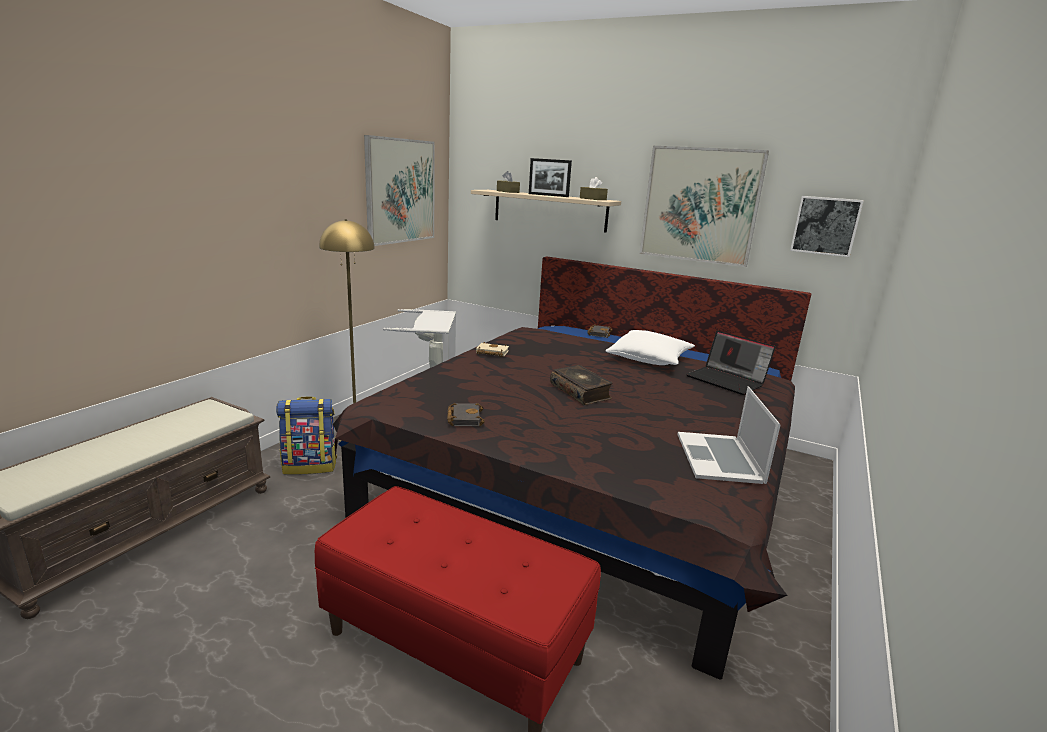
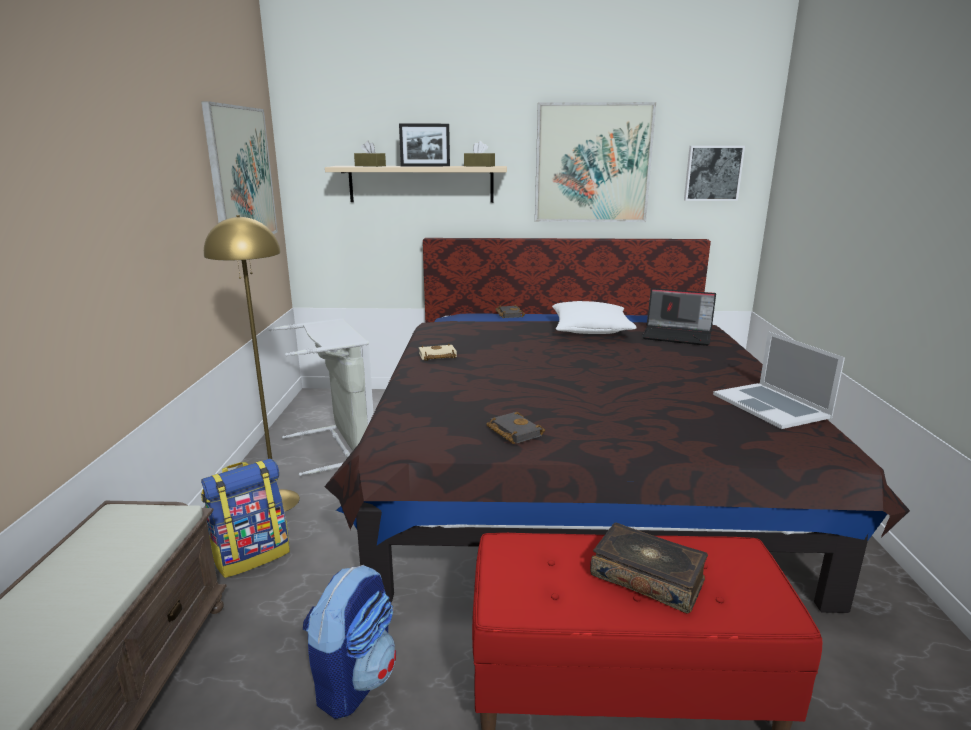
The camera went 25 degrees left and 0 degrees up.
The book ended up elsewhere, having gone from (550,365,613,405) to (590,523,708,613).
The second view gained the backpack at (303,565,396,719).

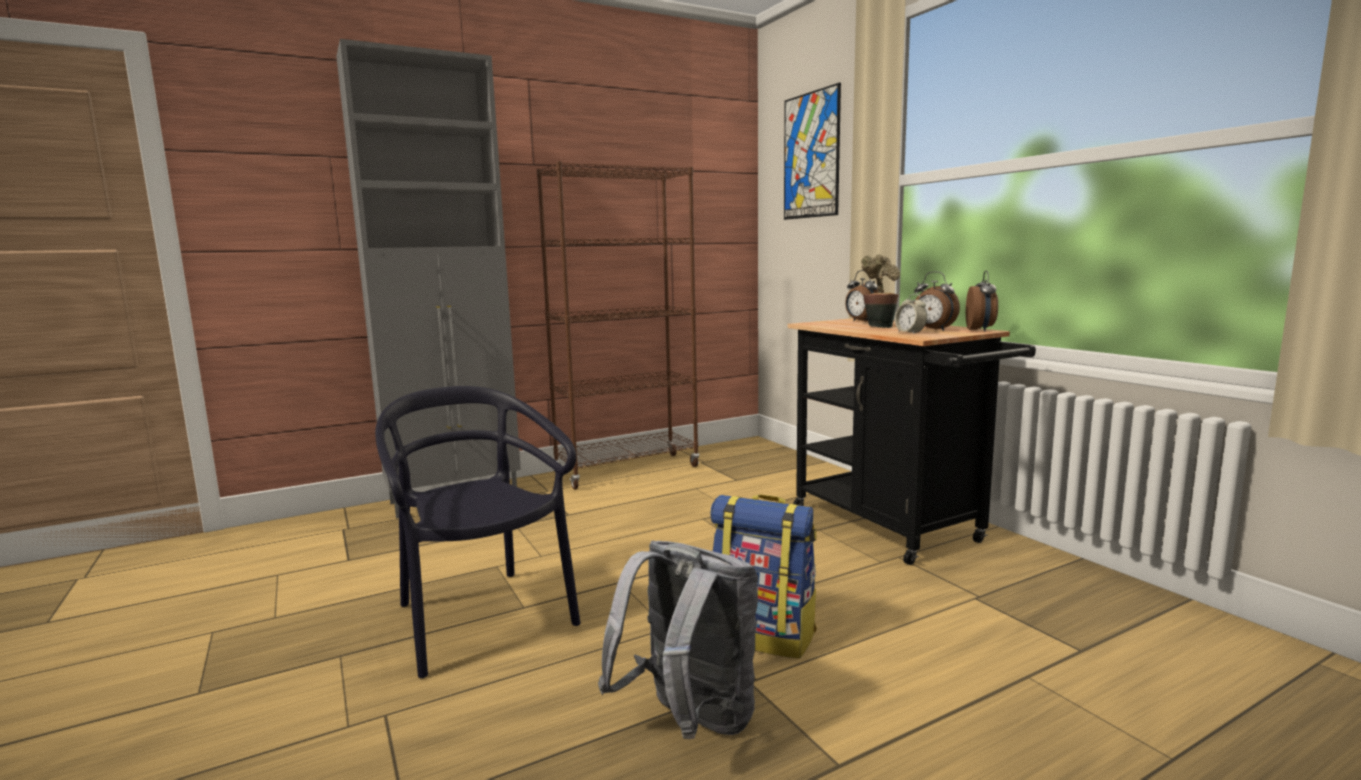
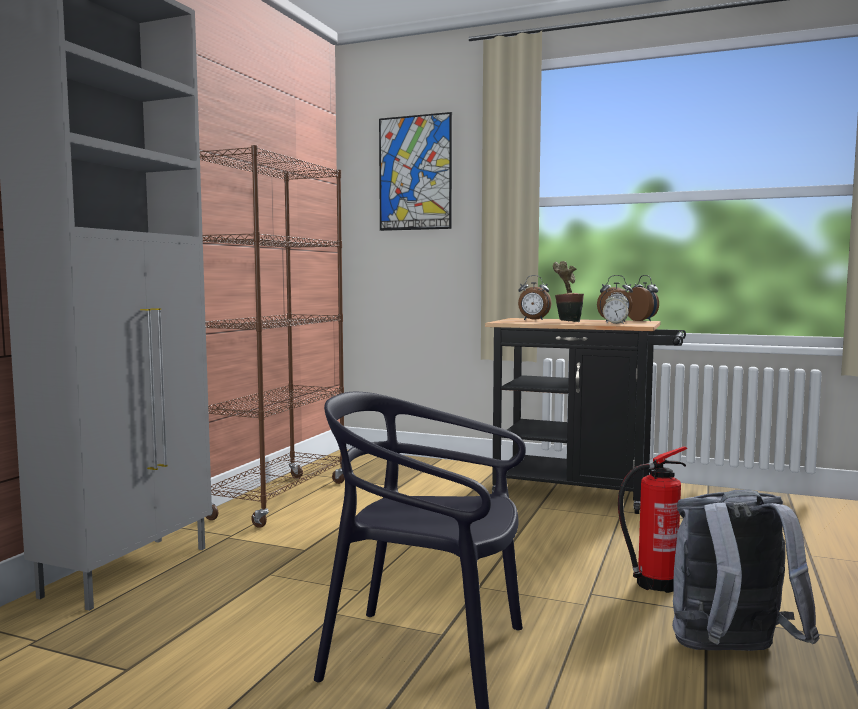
The camera went 40 degrees left and 5 degrees down.
Where the backpack stood at (710,494,817,659), the fire extinguisher came to stand at (618,446,687,593).

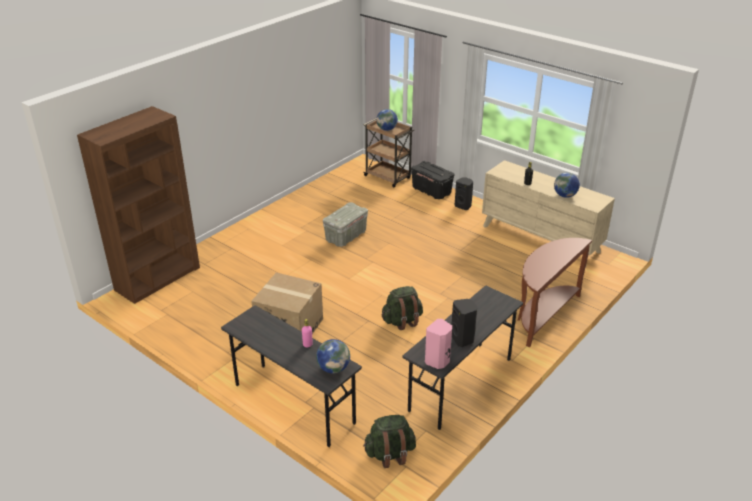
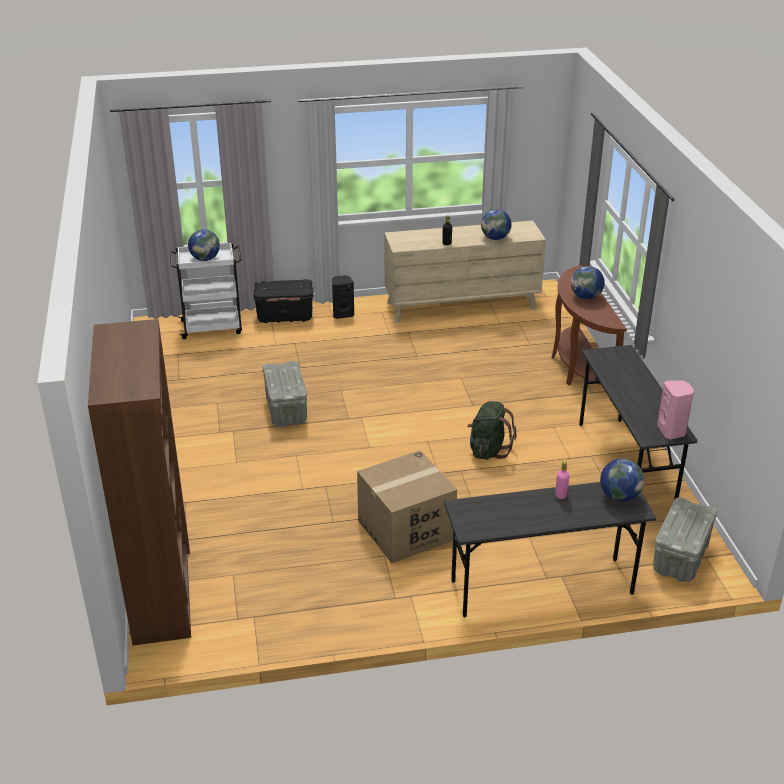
The camera went 50 degrees left and 0 degrees up.
What was the brown cart at (364,118,414,188) turned into the white cart at (170,243,242,339).
The second view lost the black speaker at (451,299,477,347).
Where the green backpack stood at (363,415,416,468), the grey storage box came to stand at (653,497,717,582).
The second view gained the globe at (571,266,605,299).

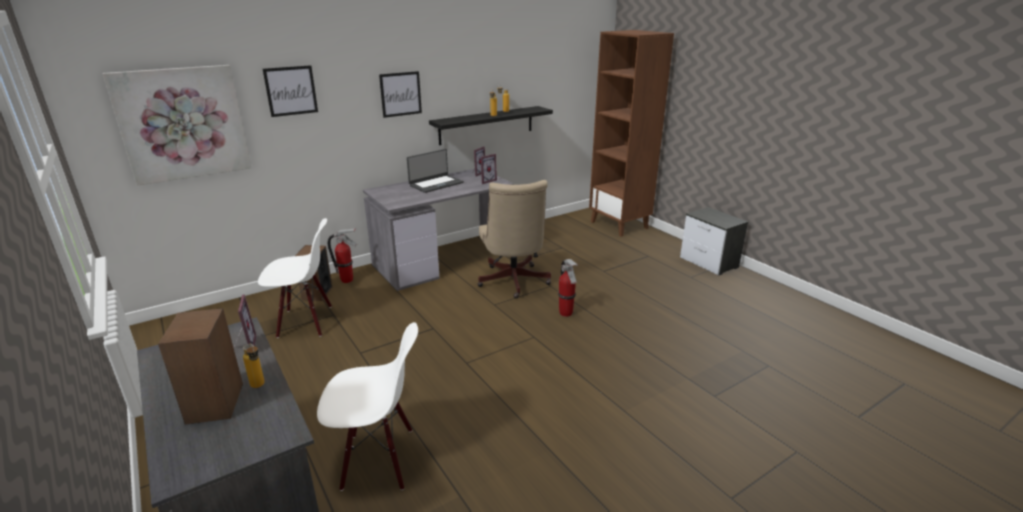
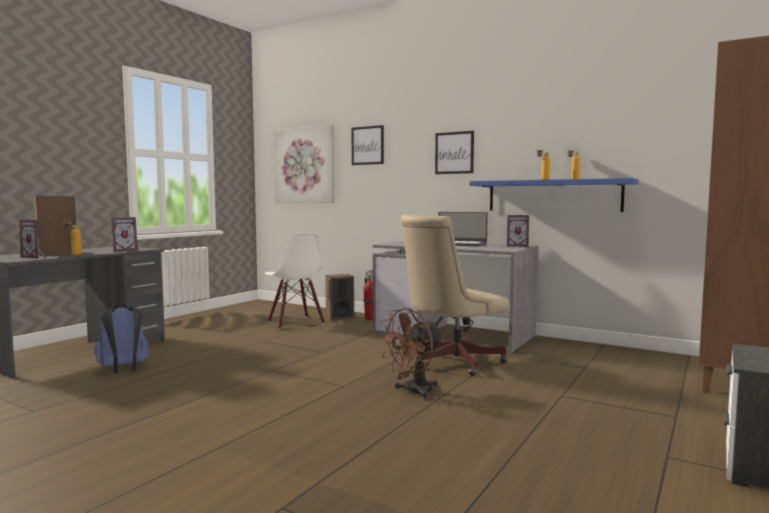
The camera went 65 degrees right and 20 degrees down.
What was the black shelf at (429,106,553,145) turned into the blue shelf at (469,178,638,212).
The picture frame ended up elsewhere, having gone from (481,154,497,184) to (19,219,44,259).
Where the fire extinguisher stood at (558,259,578,317), the brown fan came to stand at (377,308,444,399).
Where the white chair stood at (317,322,418,491), the blue backpack came to stand at (95,303,149,374).

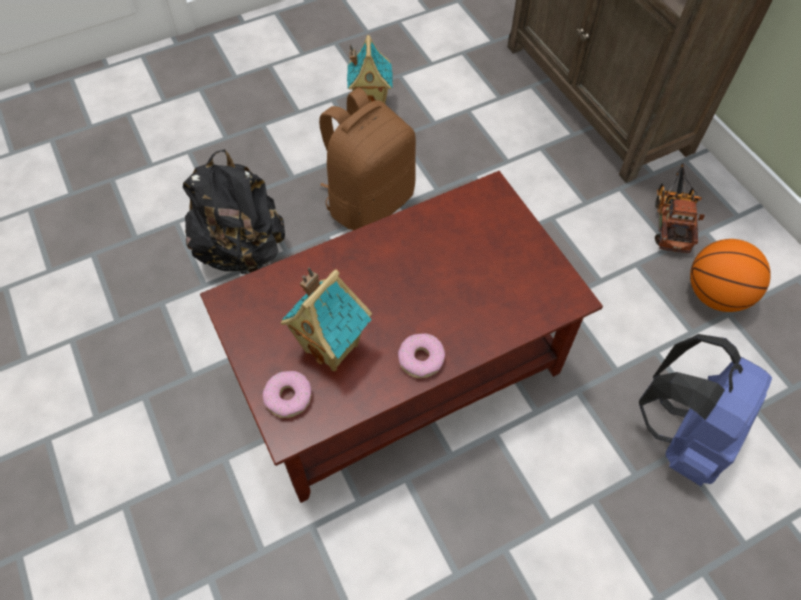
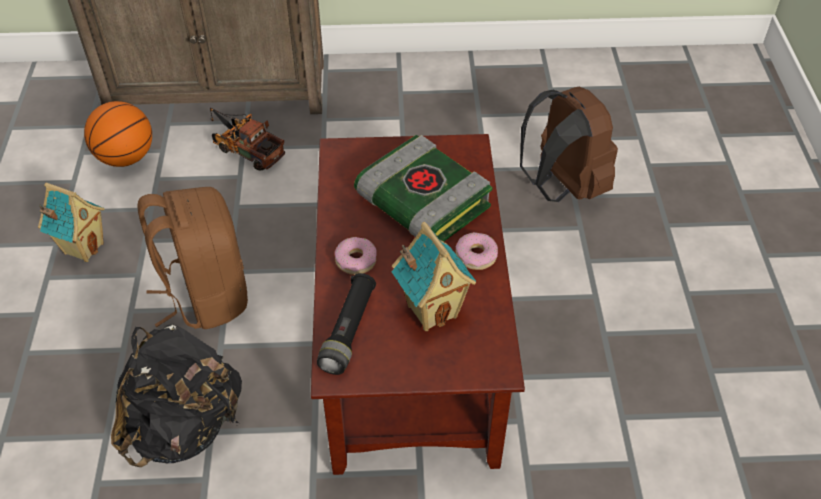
The camera went 65 degrees left and 10 degrees down.
The toy truck ended up elsewhere, having gone from (655,164,705,253) to (210,108,285,171).
The basketball ended up elsewhere, having gone from (690,239,771,312) to (84,101,152,167).
What was the blue backpack at (639,334,772,486) turned into the brown backpack at (520,87,618,202).
The donut ended up elsewhere, having gone from (263,371,312,418) to (335,237,377,275).
The second view gained the book at (354,135,493,242).
The second view gained the black flashlight at (317,273,376,375).

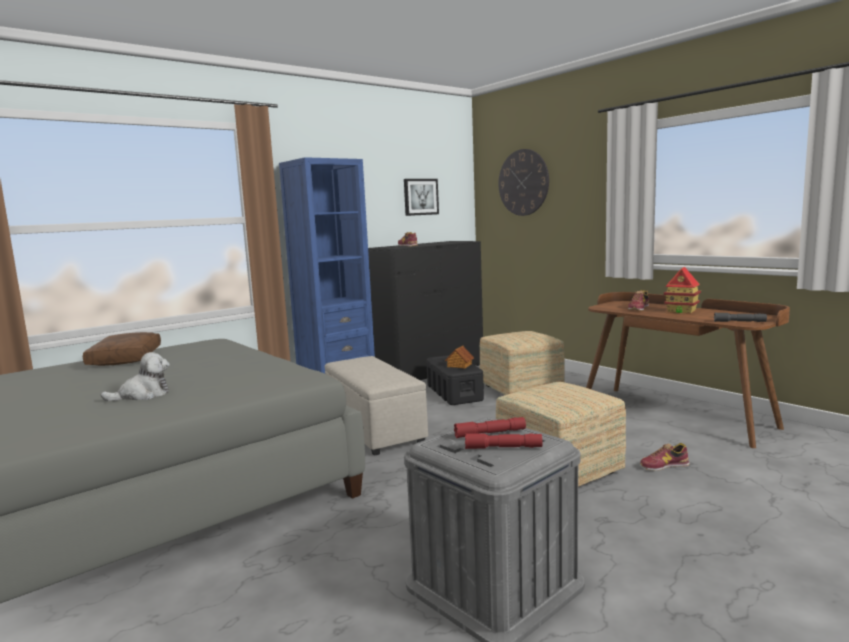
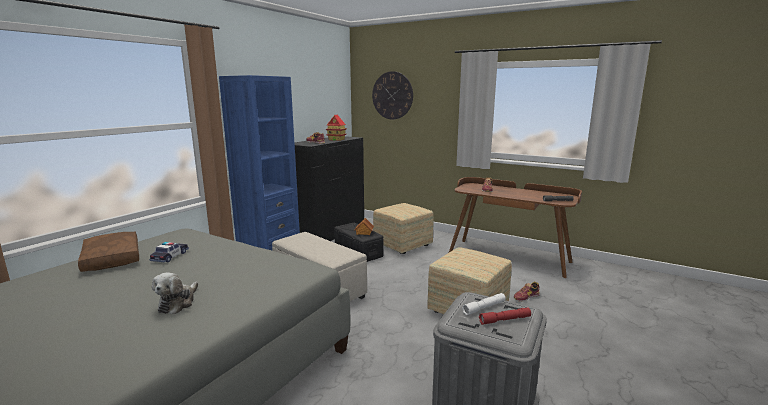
The camera went 20 degrees left and 5 degrees up.
The second view lost the picture at (404,179,439,216).
The toy house ended up elsewhere, having gone from (663,267,701,314) to (326,115,347,141).
The plush toy at (101,352,170,401) ended up facing another way, 150 degrees clockwise from before.
What was the red flashlight at (454,417,526,438) turned into the white flashlight at (462,293,506,315).
The second view gained the toy car at (149,242,189,262).

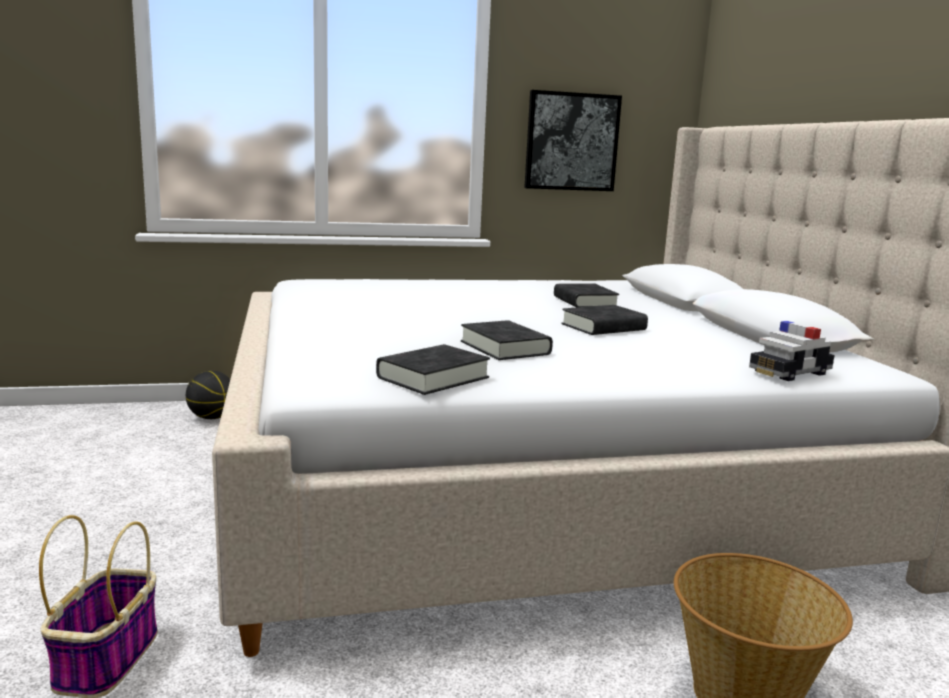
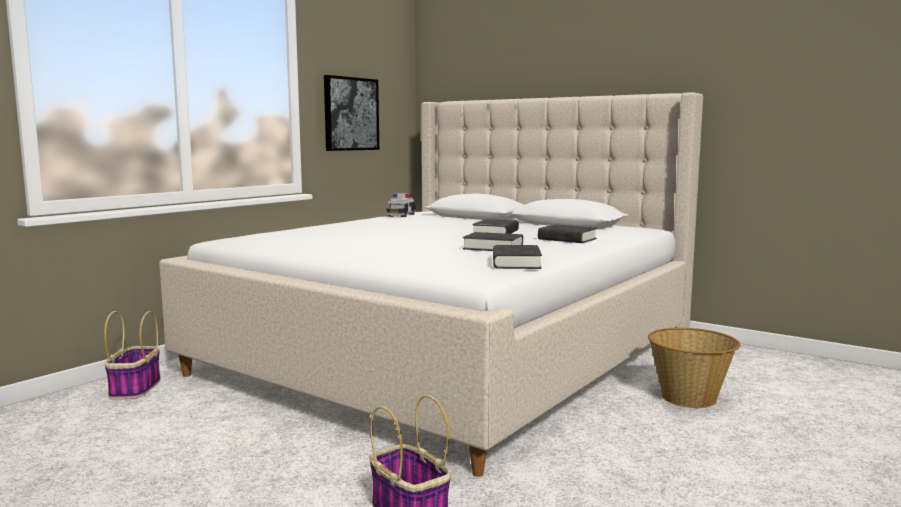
The camera went 40 degrees left and 5 degrees down.
The black book ended up elsewhere, having gone from (554,284,619,307) to (538,224,597,243).
The toy car ended up elsewhere, having gone from (749,321,835,381) to (387,193,416,217).
Where the basketball stood at (186,371,231,419), the basket came to stand at (104,311,161,399).

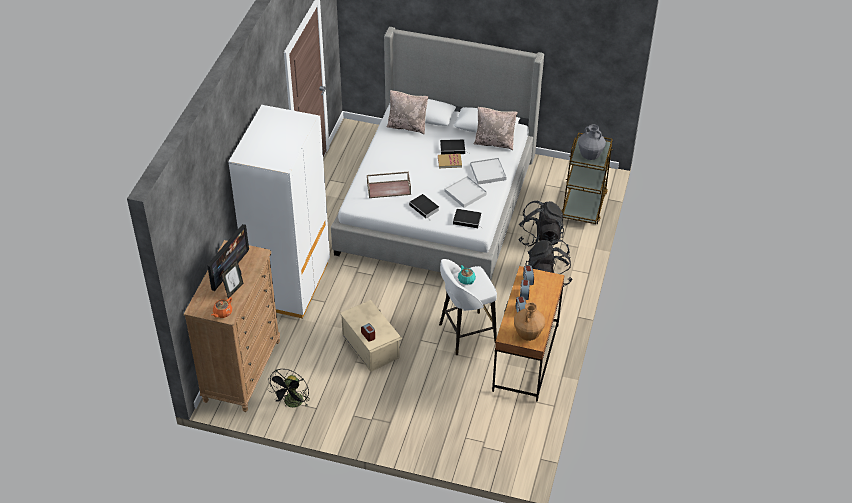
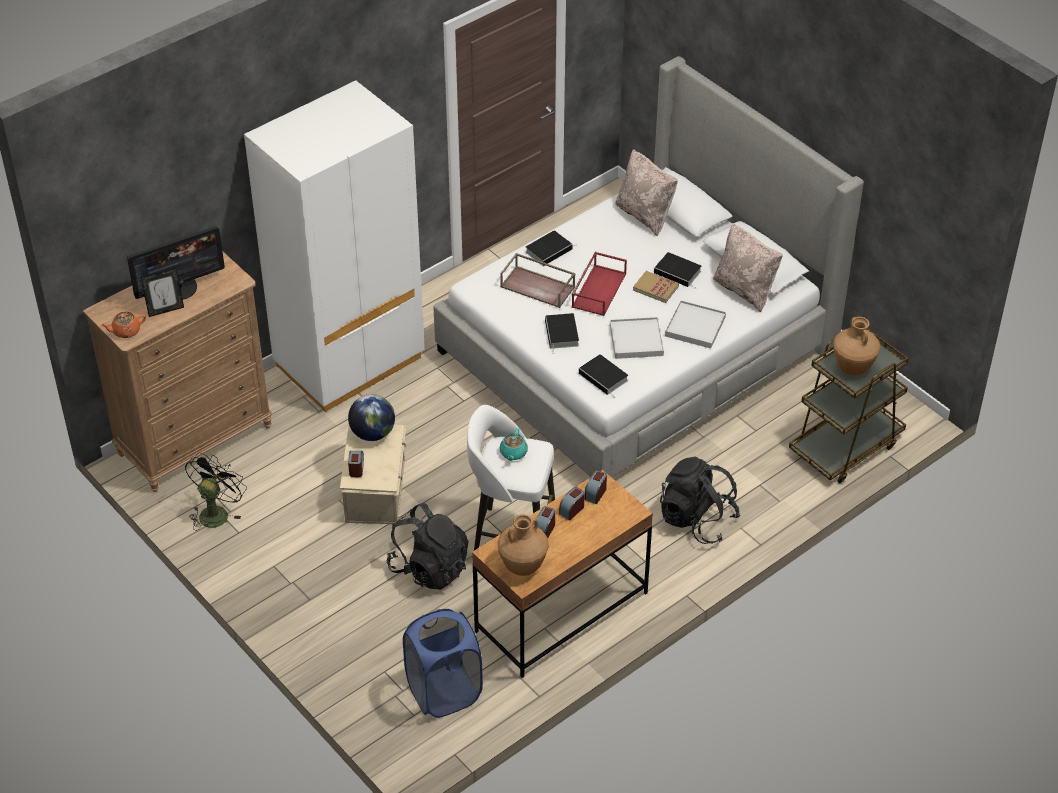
The camera went 35 degrees right and 0 degrees up.
What was the grey vase at (578,124,606,160) turned into the brown vase at (833,317,880,375).
The black backpack ended up elsewhere, having gone from (518,200,564,247) to (386,503,468,590).
The black fan at (268,369,310,407) ended up facing another way, 150 degrees clockwise from before.
The second view gained the book at (526,230,576,266).
The second view gained the red tray at (572,252,627,316).
The second view gained the globe at (348,394,395,441).
The second view gained the blue laundry basket at (403,609,483,718).

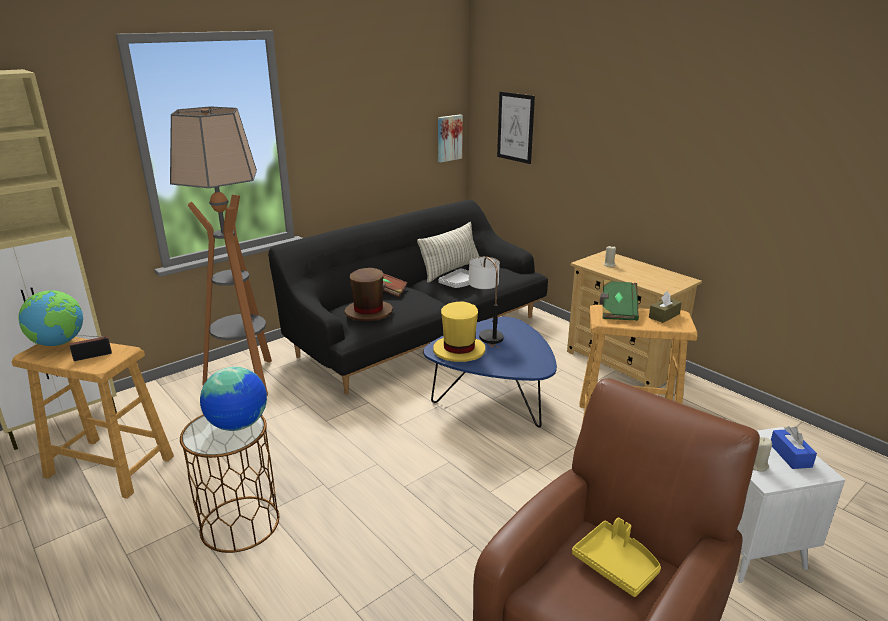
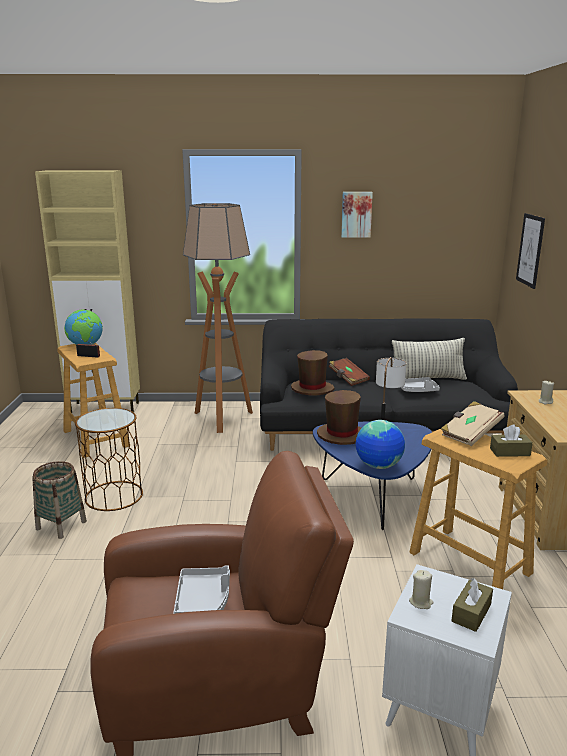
The camera went 40 degrees right and 5 degrees down.
The picture ended up elsewhere, having gone from (438,115,463,162) to (341,192,373,238).
What was the green book at (600,280,639,321) turned into the beige book at (441,401,505,446).
What was the yellow hat at (433,301,485,362) turned into the brown hat at (317,390,361,445).
The globe ended up elsewhere, having gone from (200,367,267,431) to (356,420,405,469).
What was the blue tissue box at (771,426,817,469) turned into the brown tissue box at (452,578,493,632).
What was the yellow tray at (572,518,661,597) turned into the grey tray at (173,565,230,614).
The second view gained the basket at (32,461,87,539).

